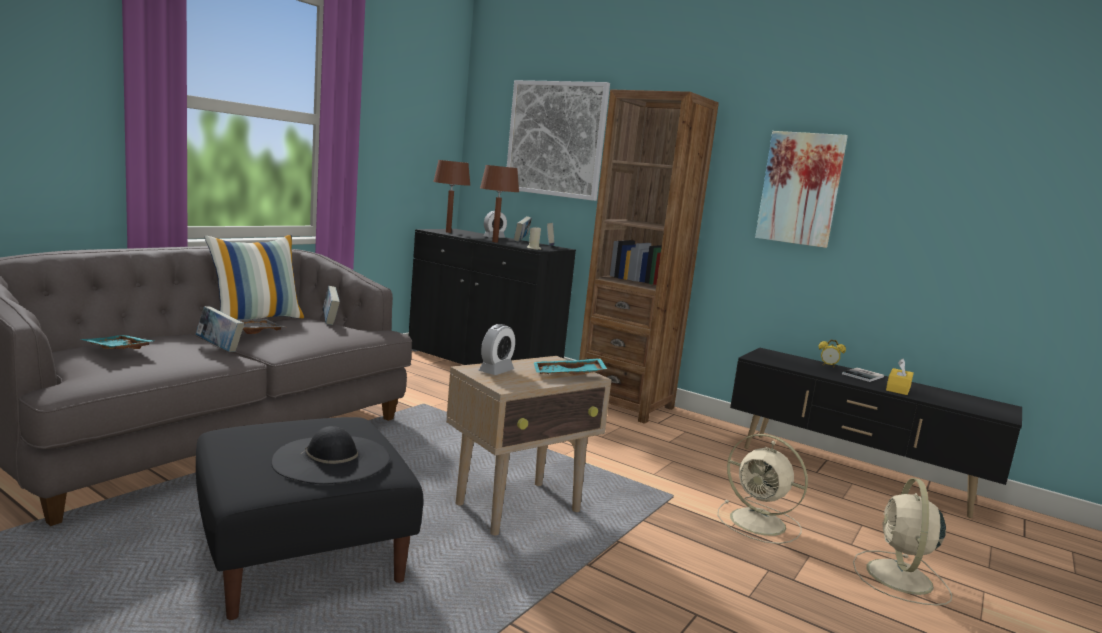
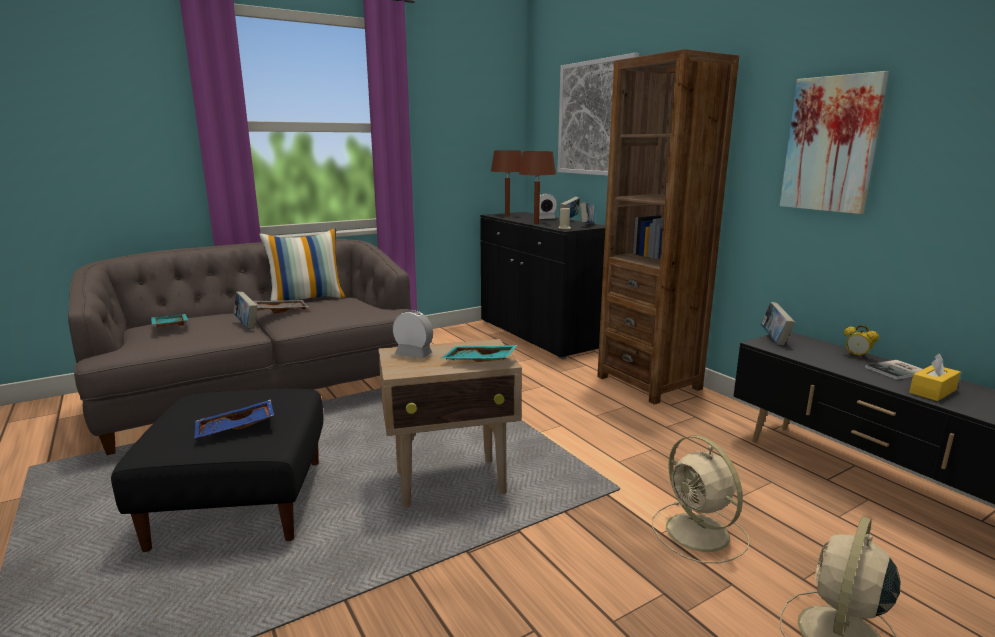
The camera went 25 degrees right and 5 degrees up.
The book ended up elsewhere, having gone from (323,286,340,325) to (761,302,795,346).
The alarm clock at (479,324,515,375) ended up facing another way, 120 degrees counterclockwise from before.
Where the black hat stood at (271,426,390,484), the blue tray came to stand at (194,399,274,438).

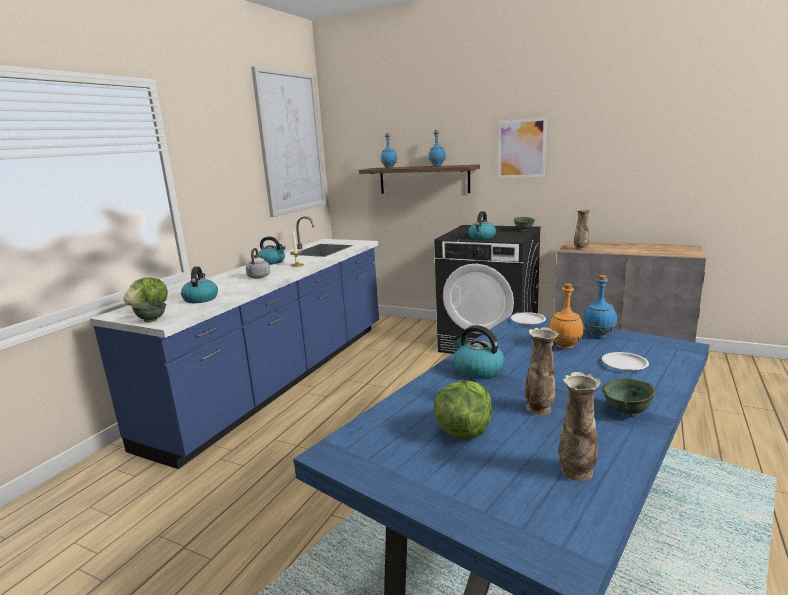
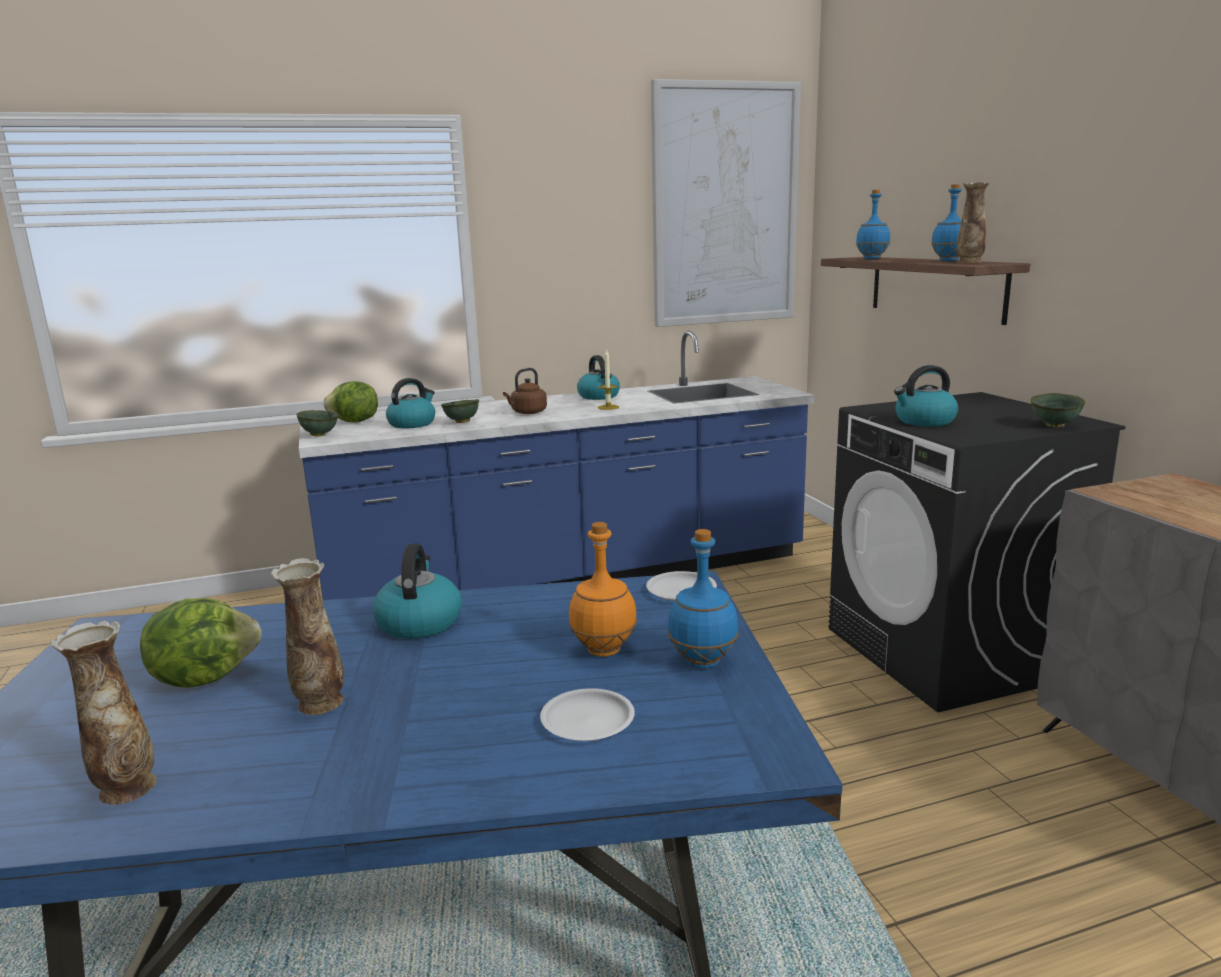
The camera went 45 degrees right and 0 degrees up.
The second view lost the picture at (498,118,547,178).
The vase ended up elsewhere, having gone from (574,209,590,250) to (957,182,990,263).
What was the grey kettle at (245,248,270,278) turned into the brown kettle at (503,368,547,414).
The green bowl ended up elsewhere, having gone from (602,378,656,416) to (441,399,479,423).

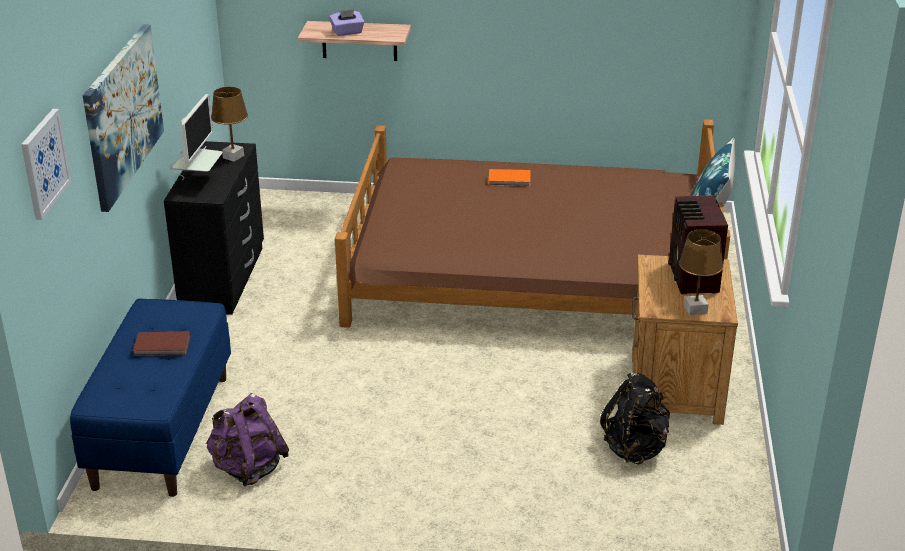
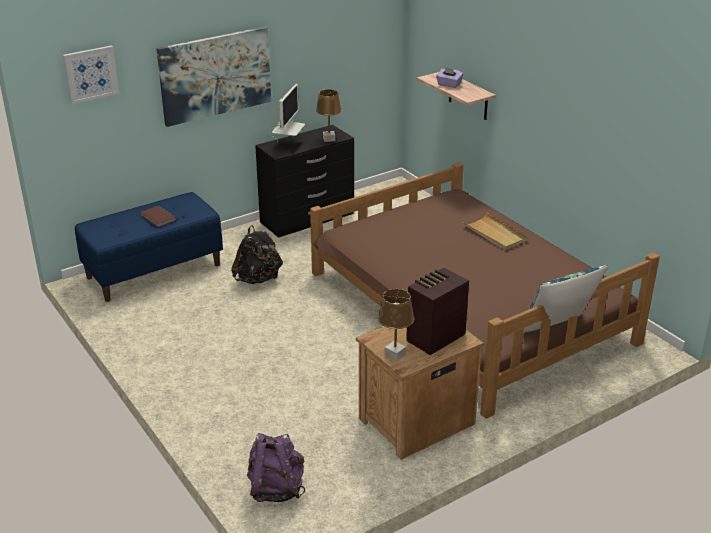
The camera went 50 degrees right and 0 degrees up.
The monitor at (170,94,223,180) ended up facing another way, 45 degrees counterclockwise from before.
Where the orange book stood at (489,169,531,186), the beige tray came to stand at (462,213,527,250).
The black backpack ended up elsewhere, having gone from (600,373,670,464) to (231,225,283,284).
The purple backpack ended up elsewhere, having gone from (206,393,289,487) to (247,433,305,502).

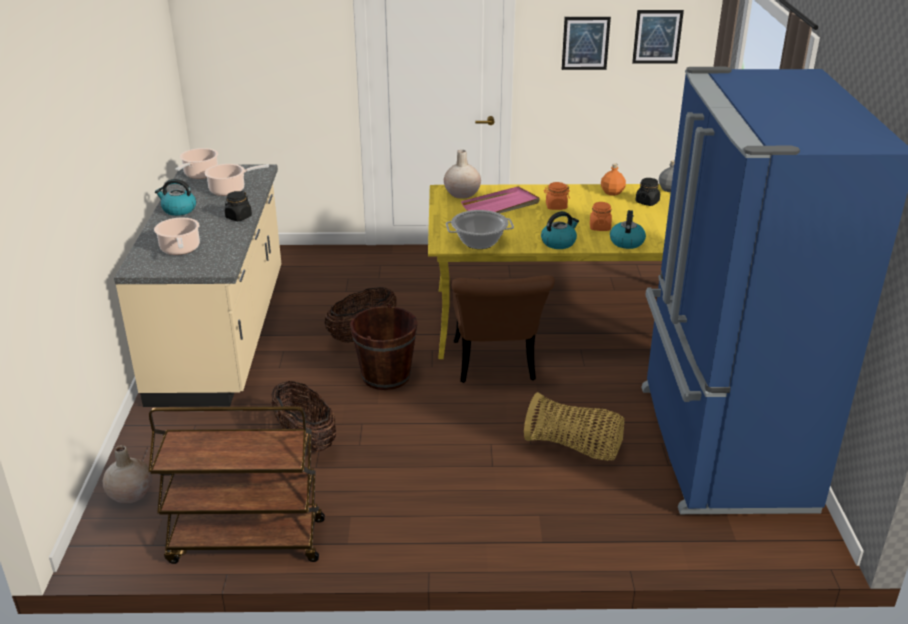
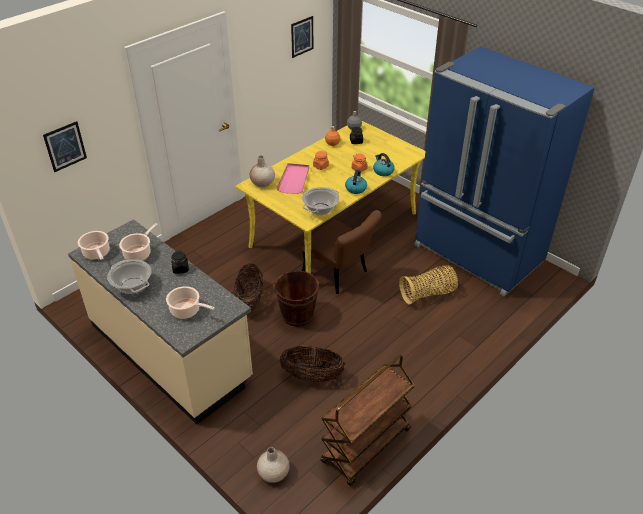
The camera went 45 degrees left and 10 degrees up.
The picture ended up elsewhere, having gone from (562,17,611,70) to (43,121,87,172).
Where the kettle stood at (155,179,196,216), the cooking pot came to stand at (107,259,152,294).

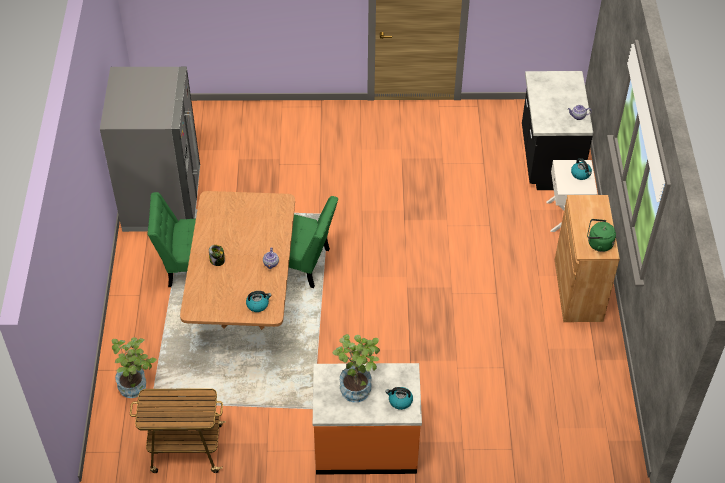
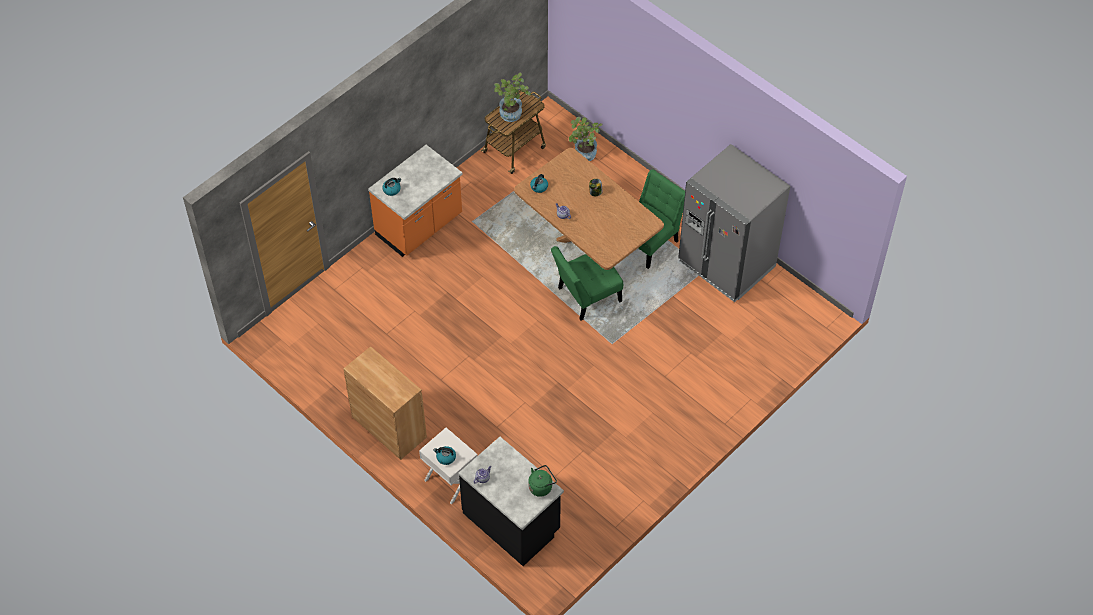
The camera went 135 degrees right and 5 degrees up.
The green kettle ended up elsewhere, having gone from (587,219,616,252) to (528,465,557,497).
The potted plant ended up elsewhere, having gone from (333,334,380,402) to (494,73,531,122).

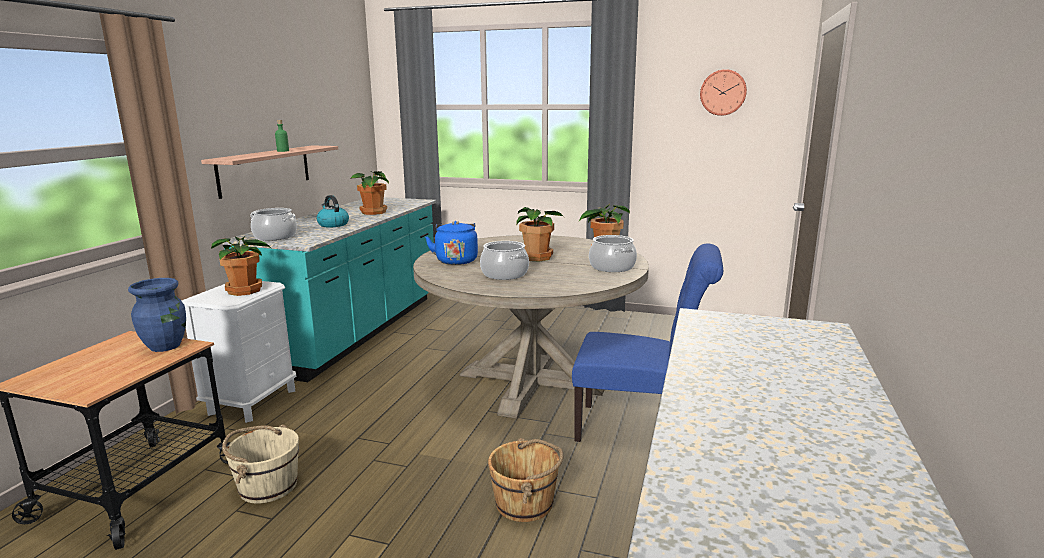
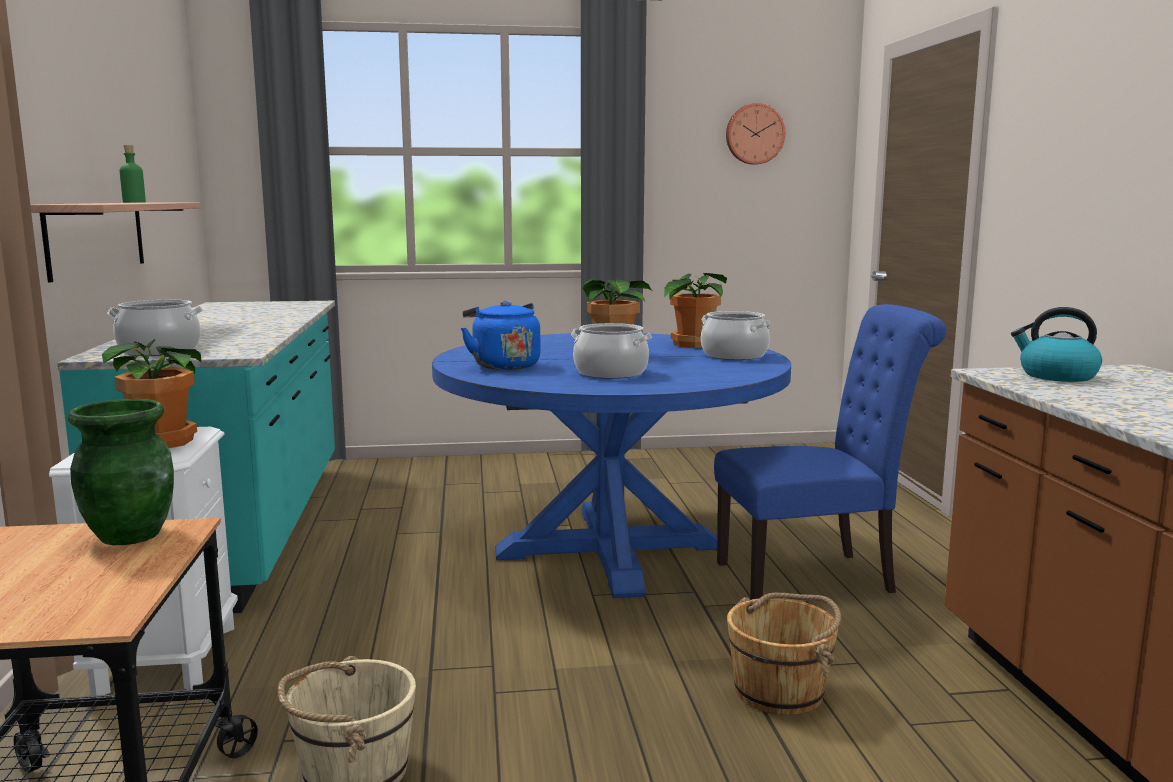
The camera went 25 degrees left and 5 degrees down.
The second view lost the potted plant at (350,171,389,215).
The kettle ended up elsewhere, having gone from (317,195,349,227) to (1011,307,1102,382).
What was the beige dining table at (413,235,649,419) turned into the blue dining table at (432,333,791,598).
What was the blue vase at (128,278,186,352) turned into the green vase at (68,399,174,545).

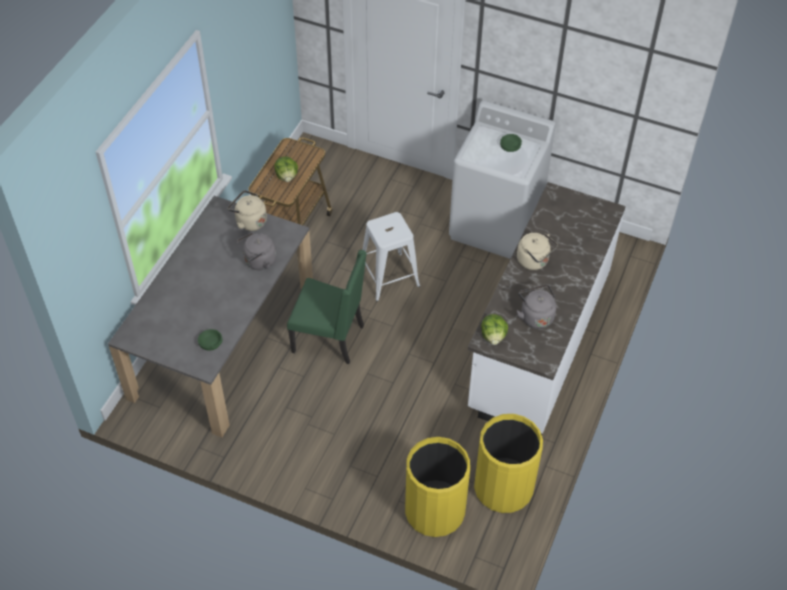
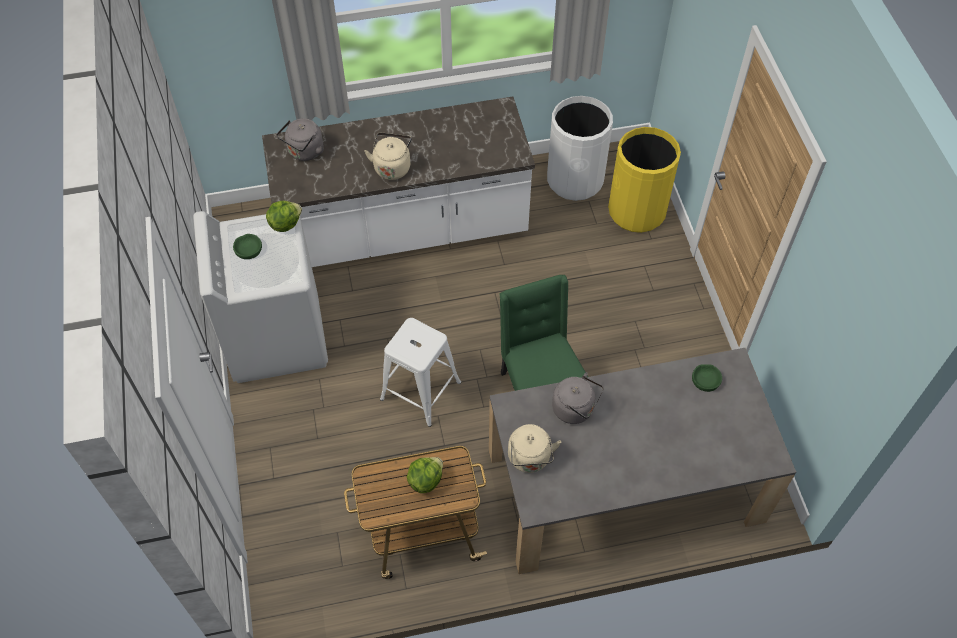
The camera went 125 degrees left and 5 degrees up.
The grey kettle ended up elsewhere, having gone from (517,284,556,329) to (276,118,324,161).
The lettuce ended up elsewhere, having gone from (481,314,508,345) to (266,201,302,232).
What was the yellow trash can at (474,414,543,513) turned into the white trash can at (547,96,613,201).

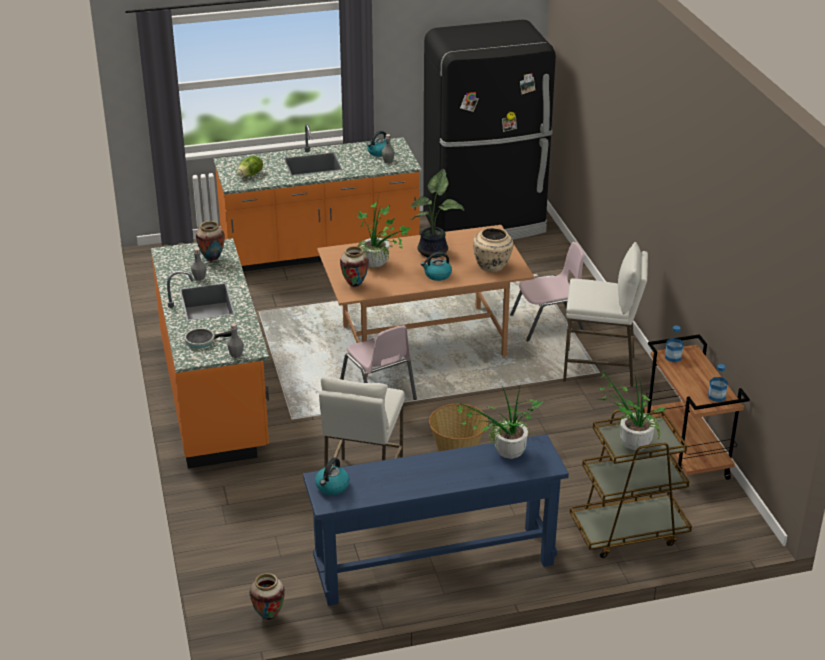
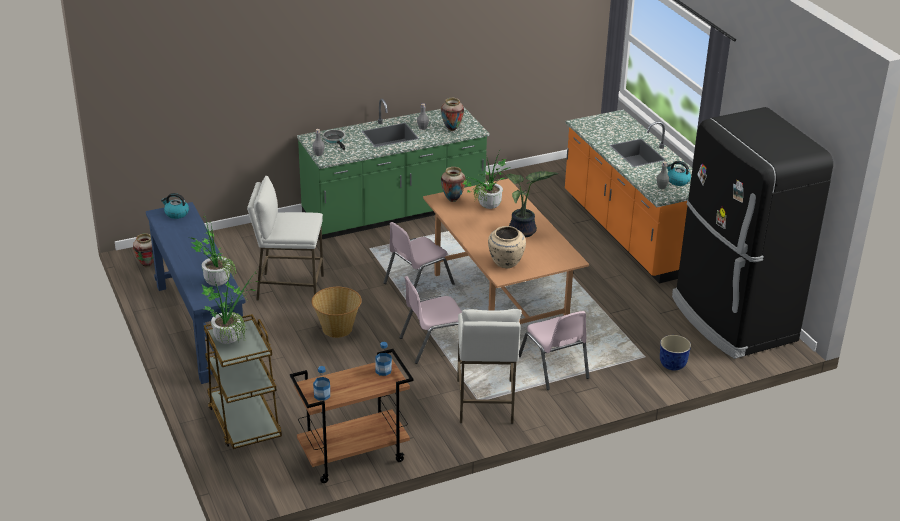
The camera went 80 degrees right and 0 degrees up.
The second view lost the lettuce at (237,156,263,177).
What was the orange counter at (151,238,269,469) turned into the green counter at (297,99,490,239).
The second view lost the kettle at (421,252,452,281).
The second view gained the pink chair at (399,276,462,364).
The second view gained the planter at (660,335,691,371).

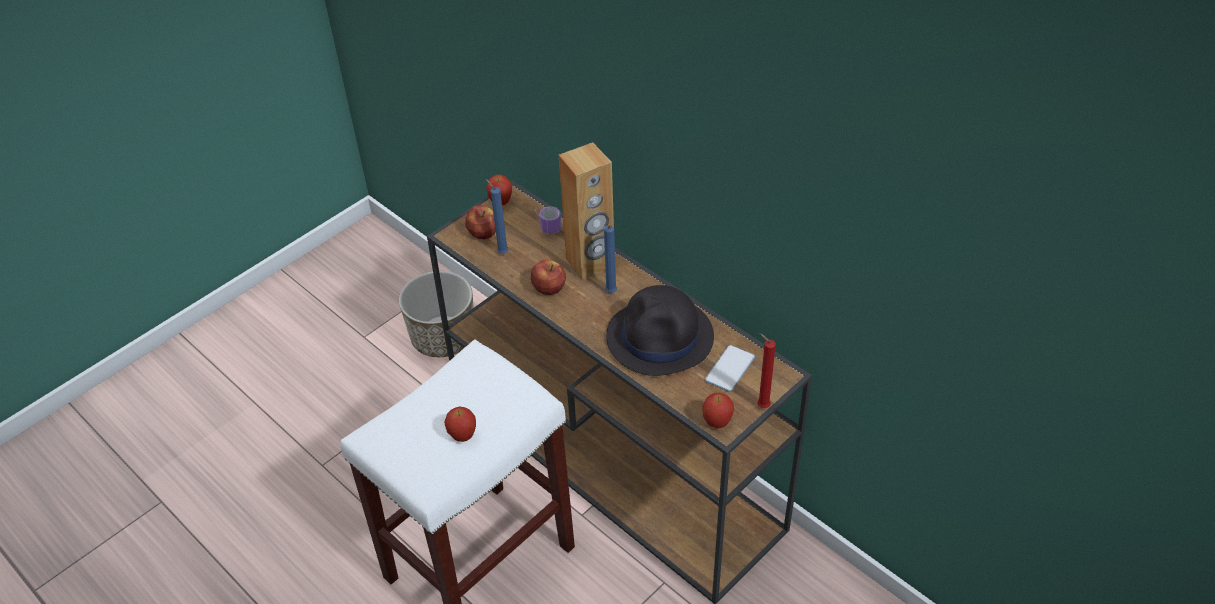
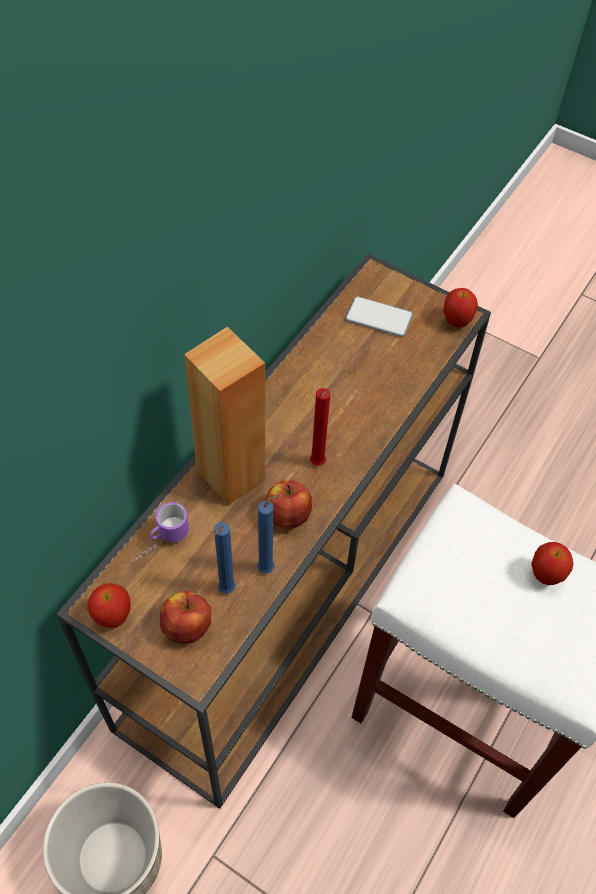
The camera went 105 degrees left and 10 degrees up.
The blue candle ended up elsewhere, having gone from (604,225,617,293) to (257,494,281,573).
The second view lost the black hat at (606,285,714,376).
The red candle ended up elsewhere, having gone from (757,333,776,408) to (310,388,330,465).

